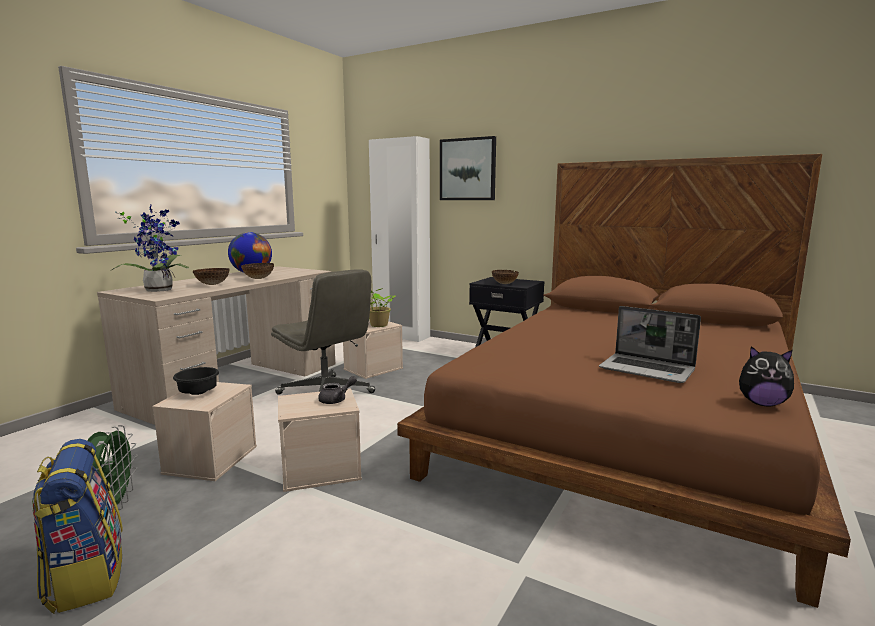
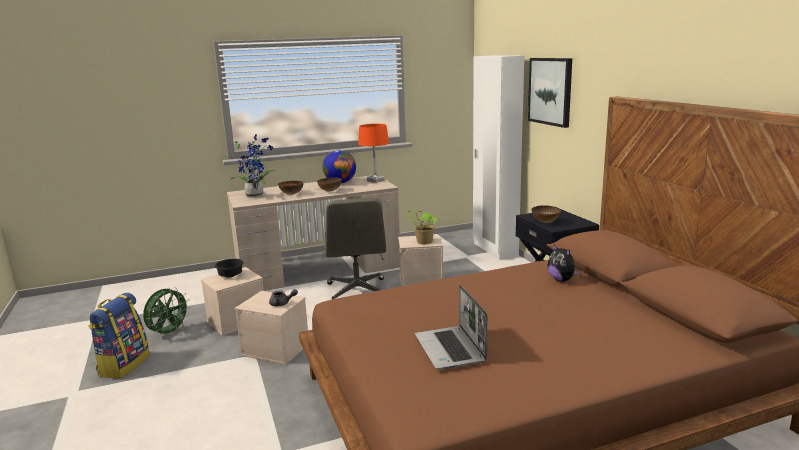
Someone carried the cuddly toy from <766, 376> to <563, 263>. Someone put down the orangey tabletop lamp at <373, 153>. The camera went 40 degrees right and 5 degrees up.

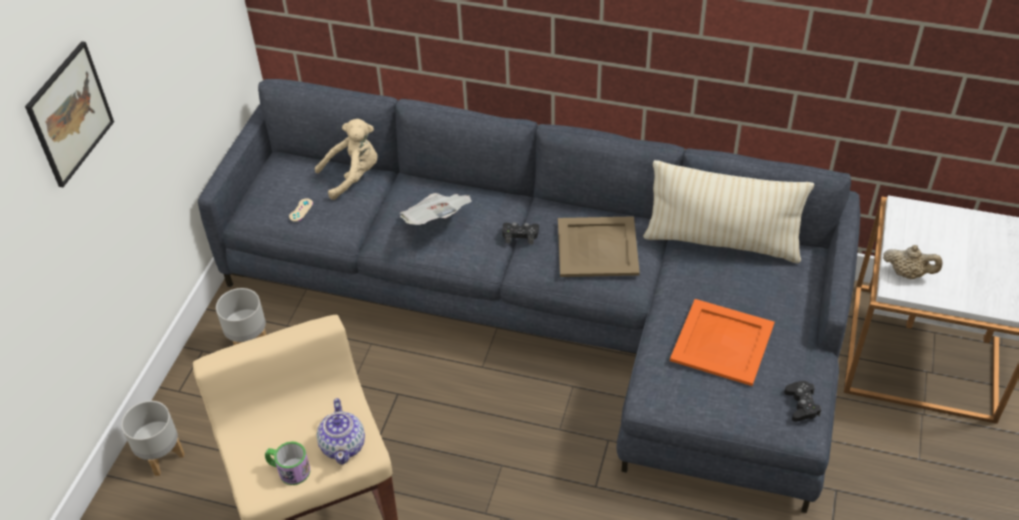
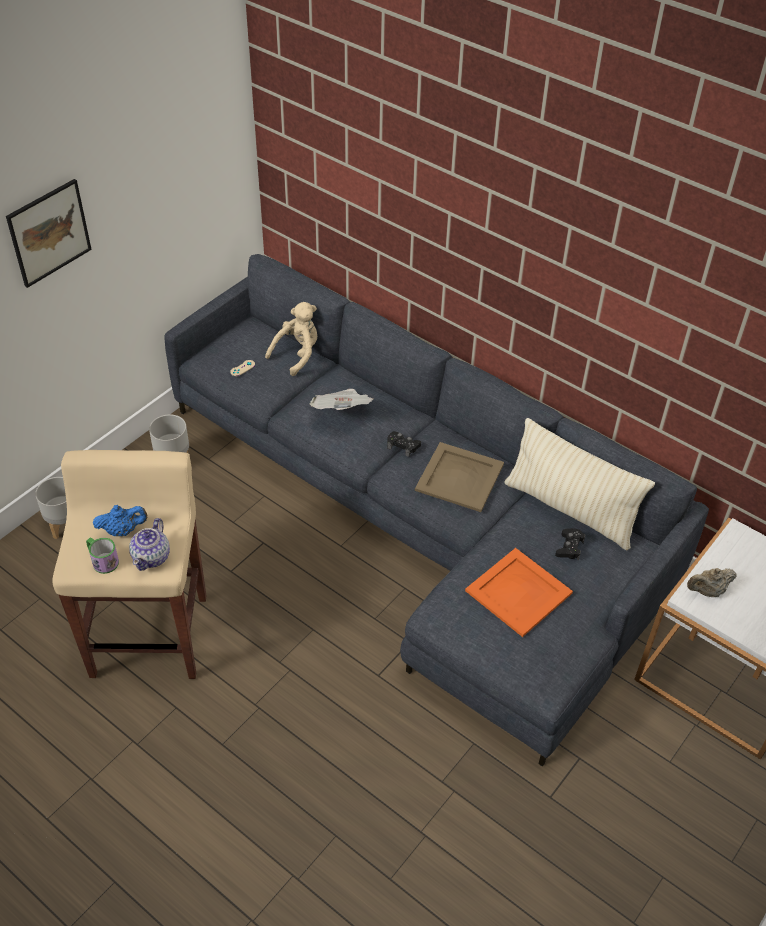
Someone rotated the beige-coloured cuddly toy at <346, 159> by 45 degrees counterclockwise. Someone rotated the beige-coloured tea pot at <912, 262> by 120 degrees clockwise. Someone carried the black-coloured gamepad from <802, 401> to <570, 544>. Someone put down the blue tea pot at <119, 520>. The camera went 20 degrees right and 0 degrees up.

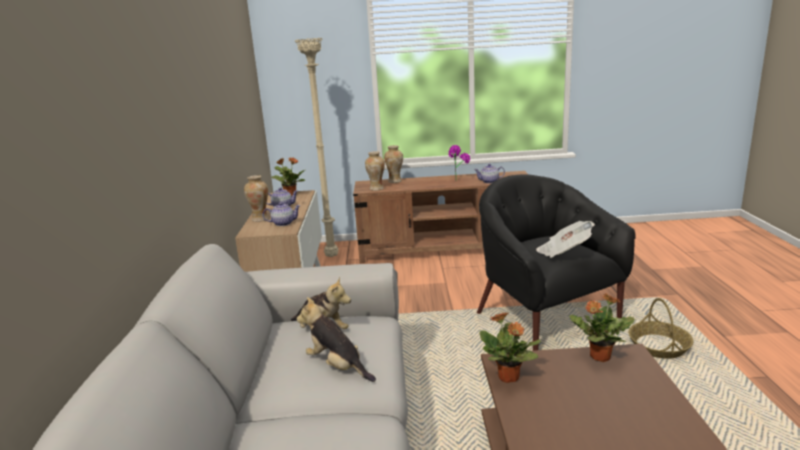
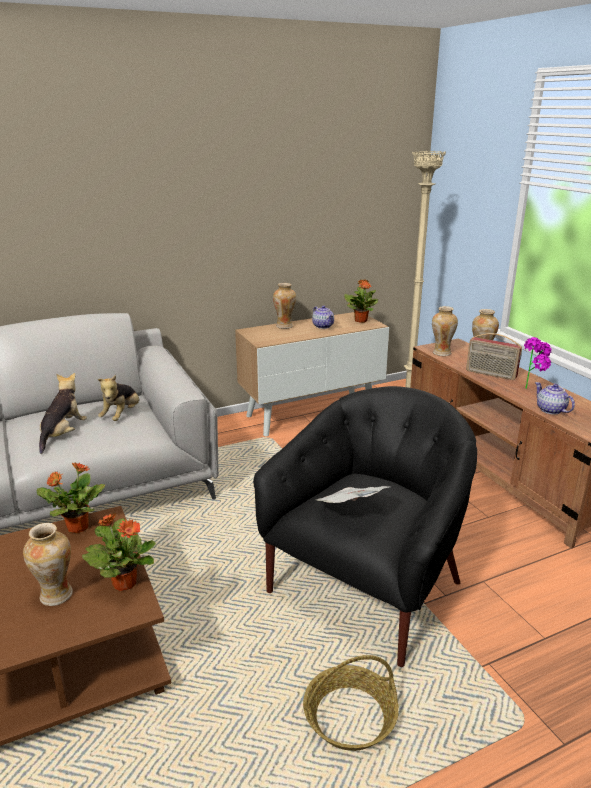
Someone took away the tea pot at <282, 214>. Someone put down the radio set at <494, 356>. Someone put down the flower vase at <48, 564>. The camera went 65 degrees right and 5 degrees up.

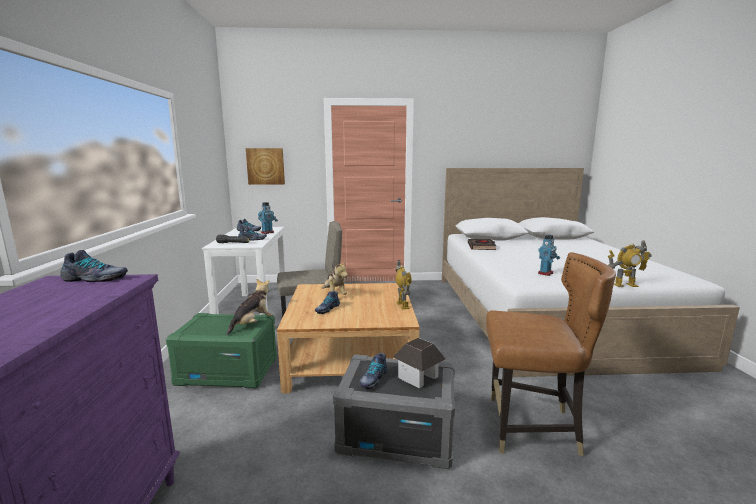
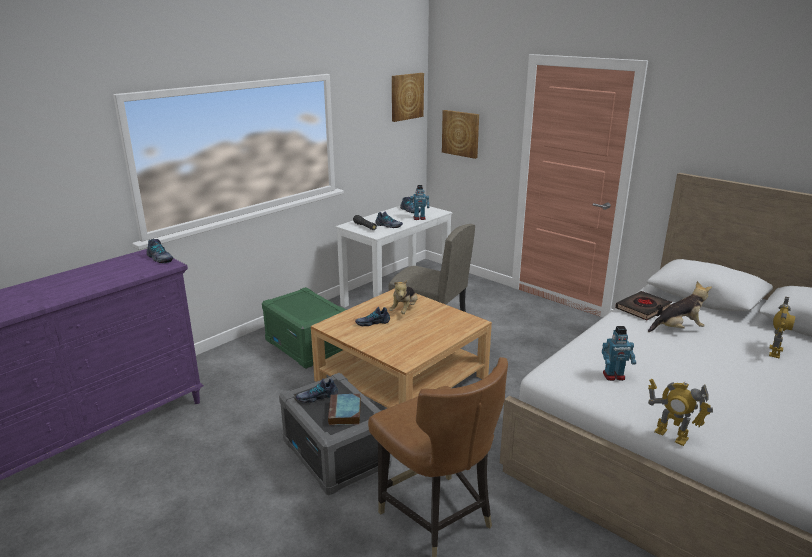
Someone carried the model robot from <403, 285> to <782, 328>. Someone carried the cuddly toy from <250, 307> to <680, 306>. Someone swapped the model house at <419, 363> for the book at <344, 409>. Someone put up the wall picture at <408, 97>. The camera went 45 degrees right and 10 degrees up.

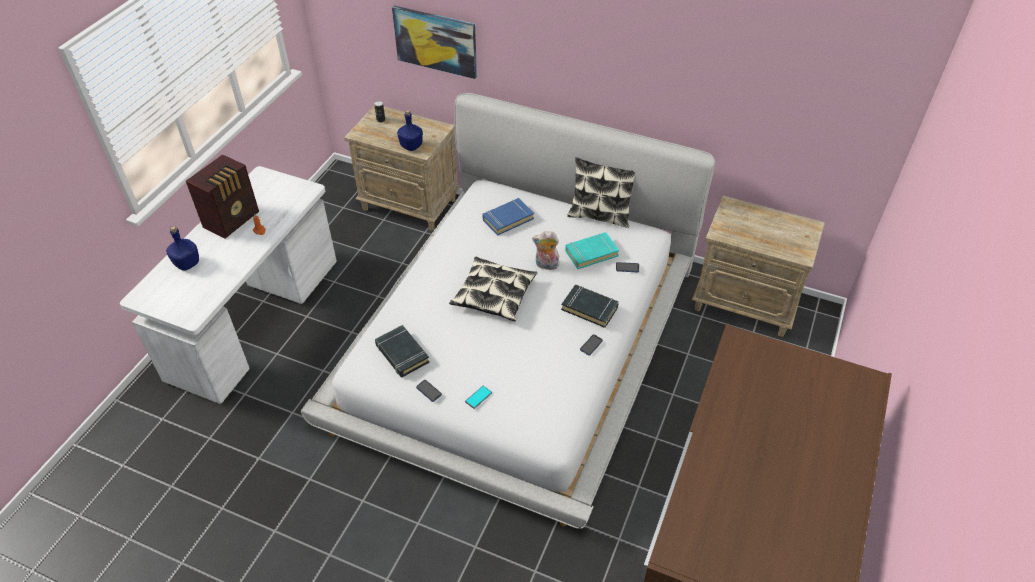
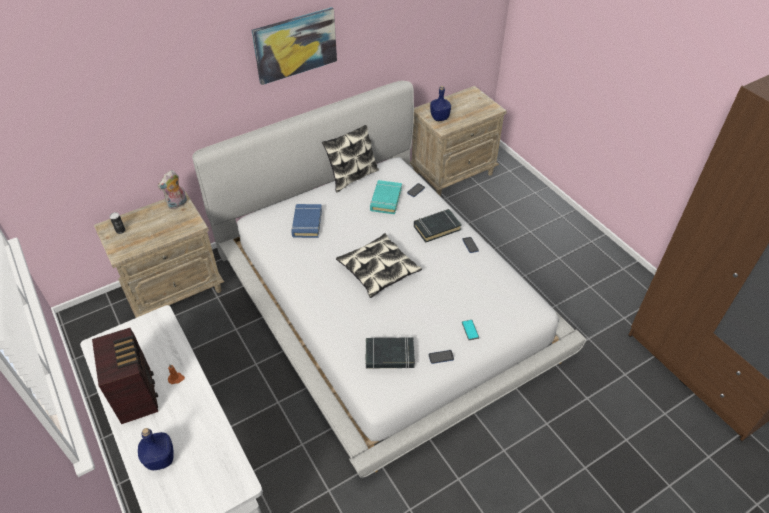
Someone carried the wall picture from <434, 42> to <294, 46>. Someone carried the blue bottle from <410, 130> to <440, 103>. Someone carried the cuddly toy from <545, 250> to <172, 189>. The camera went 55 degrees left and 0 degrees up.

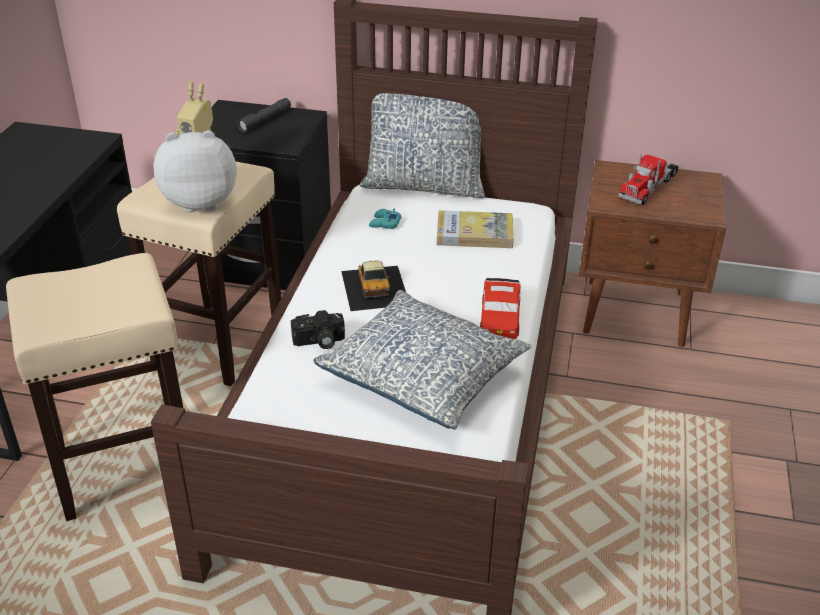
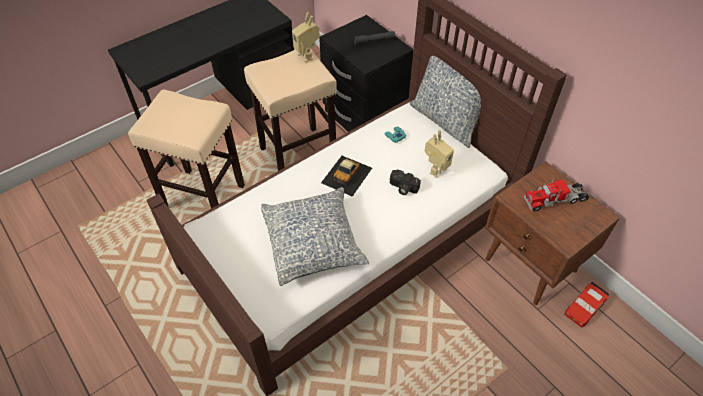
Someone took away the cuddly toy at <195, 171>. Someone swapped the book at <475, 229> for the model robot at <439, 154>. Someone carried the reddish model car from <500, 308> to <586, 305>. Someone carried the still camera from <318, 329> to <405, 182>. The camera went 40 degrees right and 15 degrees up.

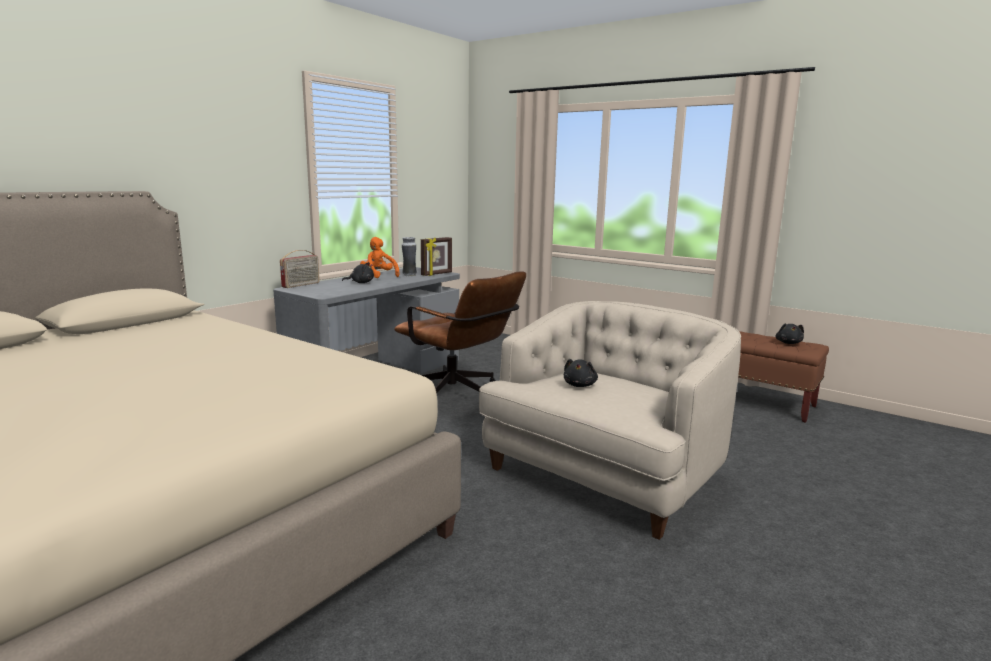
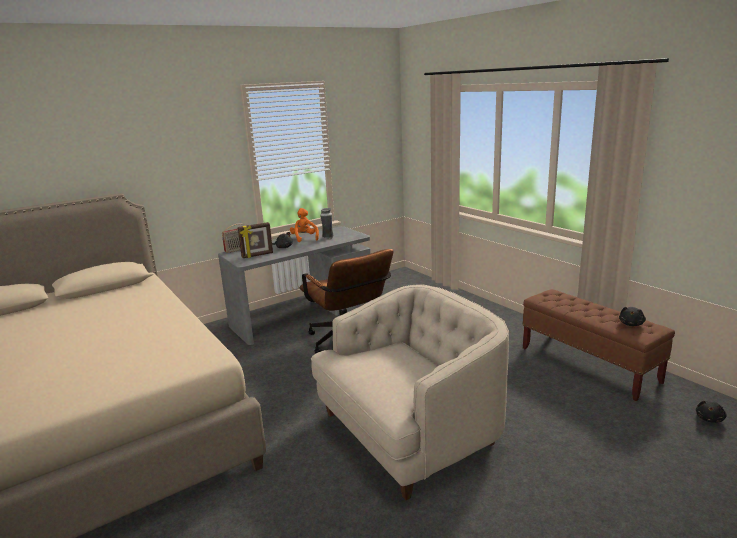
Someone carried the picture frame from <436, 256> to <255, 240>. Someone carried the black-coloured cuddly toy from <581, 373> to <711, 411>. The camera went 20 degrees right and 5 degrees up.

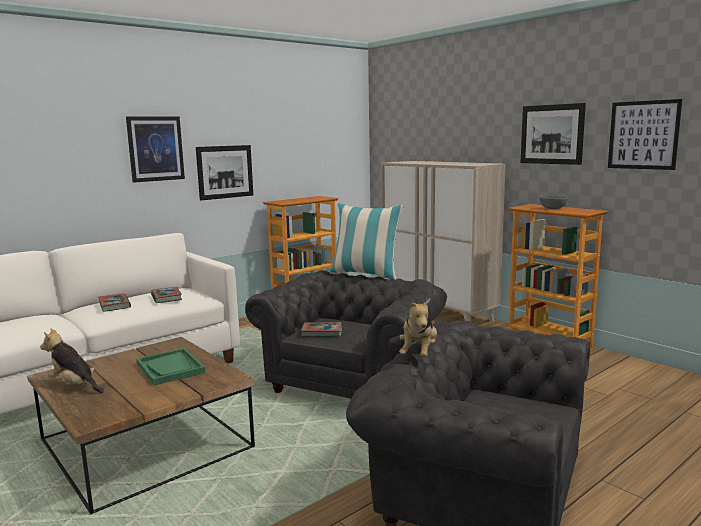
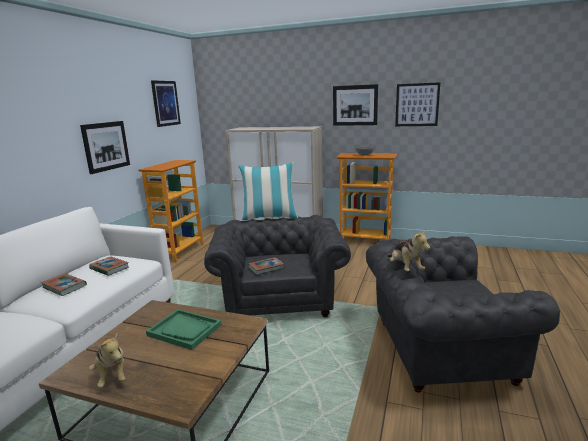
Someone carried the wall picture from <155, 149> to <166, 103>. Someone rotated the cuddly toy at <72, 360> by 120 degrees counterclockwise. The camera went 30 degrees left and 5 degrees up.

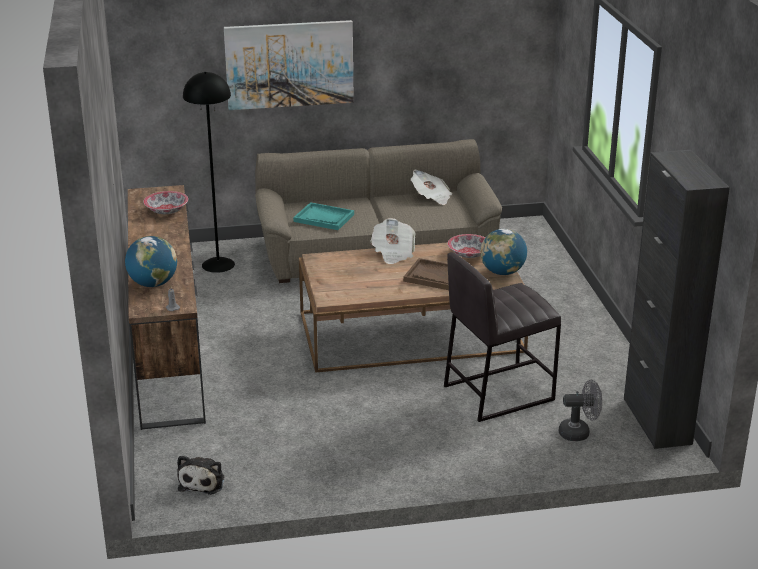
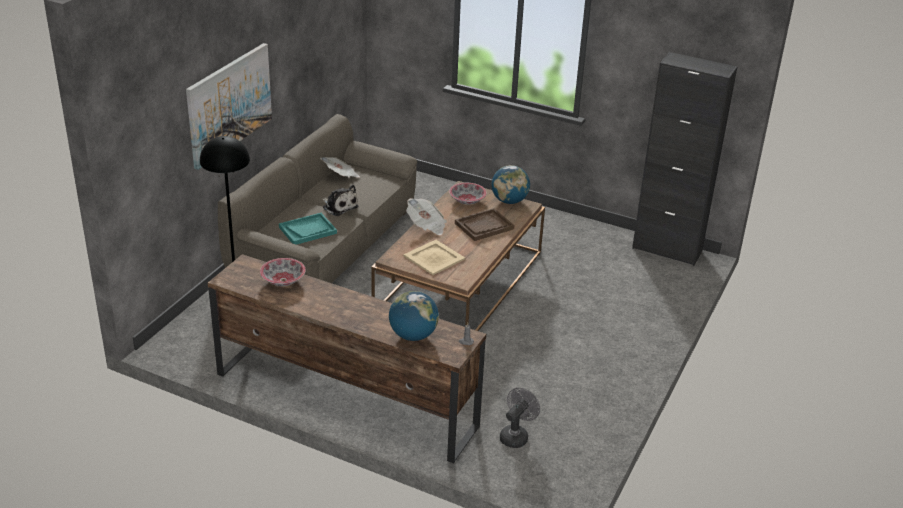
Someone took away the grey stool at <502, 337>. Someone carried the grey cooling fan from <580, 410> to <520, 418>. Someone carried the cuddly toy from <200, 475> to <340, 200>. Someone put down the beige-coloured tray at <434, 257>. The camera went 55 degrees left and 5 degrees up.

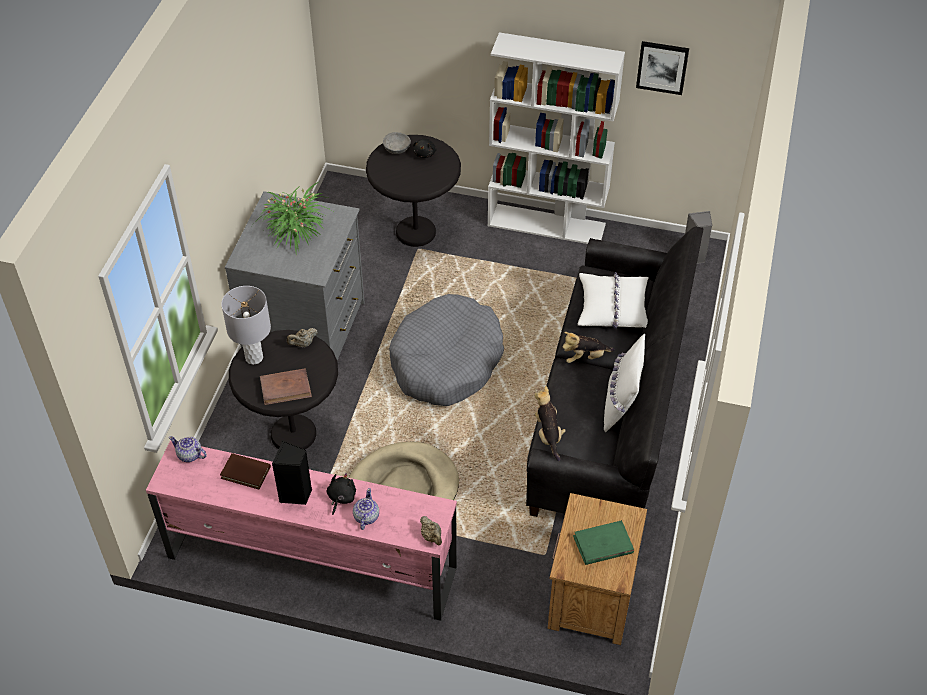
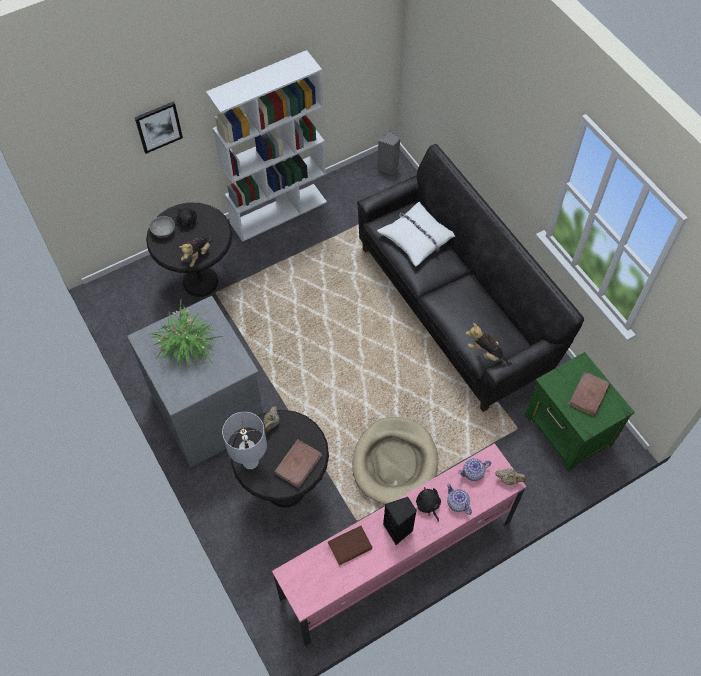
Someone carried the wall picture from <662, 68> to <159, 127>. Someone took away the grey dog cushion at <446, 350>. Someone carried the cuddly toy from <588, 347> to <195, 251>. Someone took away the white cushion at <624, 383>. Someone carried the tea pot from <188, 449> to <474, 469>. Someone repainted the brownish bedside table at <597, 569>, which became the green-coloured bedside table at <580, 412>. Someone repainted the green-coloured book at <603, 542>, which became the brownish book at <589, 393>. The camera went 45 degrees left and 10 degrees up.

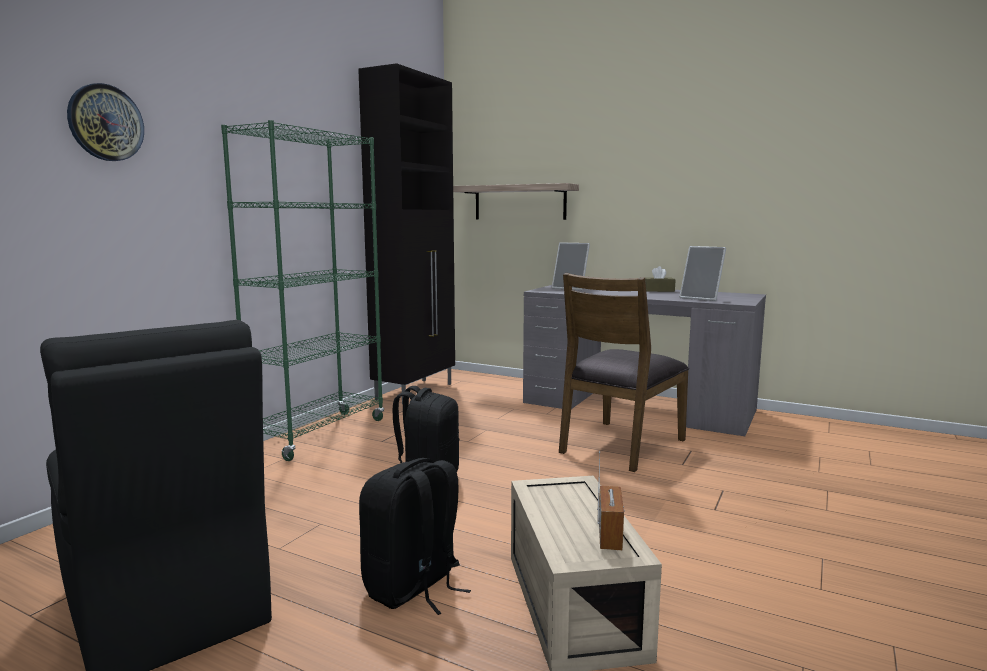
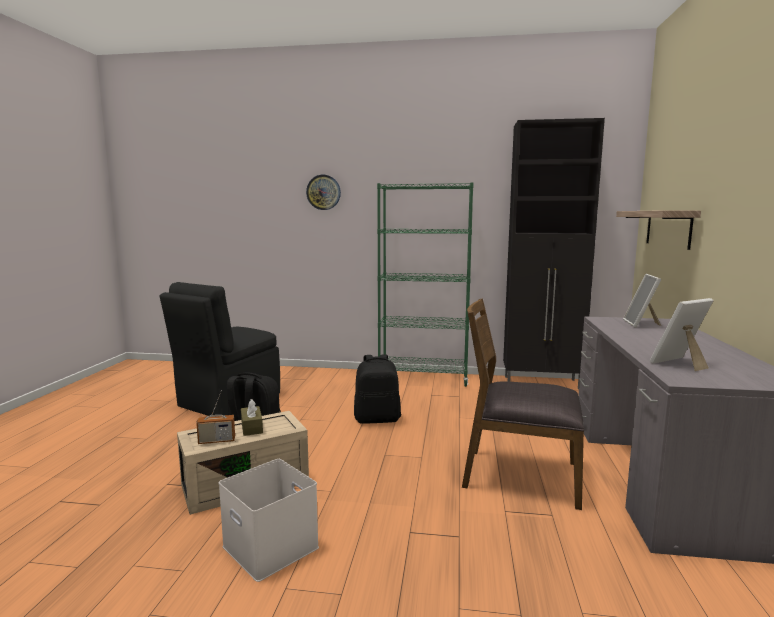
Someone rotated the picture frame at <702, 273> by 45 degrees clockwise. Someone carried the brownish tissue box from <660, 279> to <252, 417>. Someone put down the white storage box at <269, 520>. The camera went 70 degrees right and 0 degrees up.

